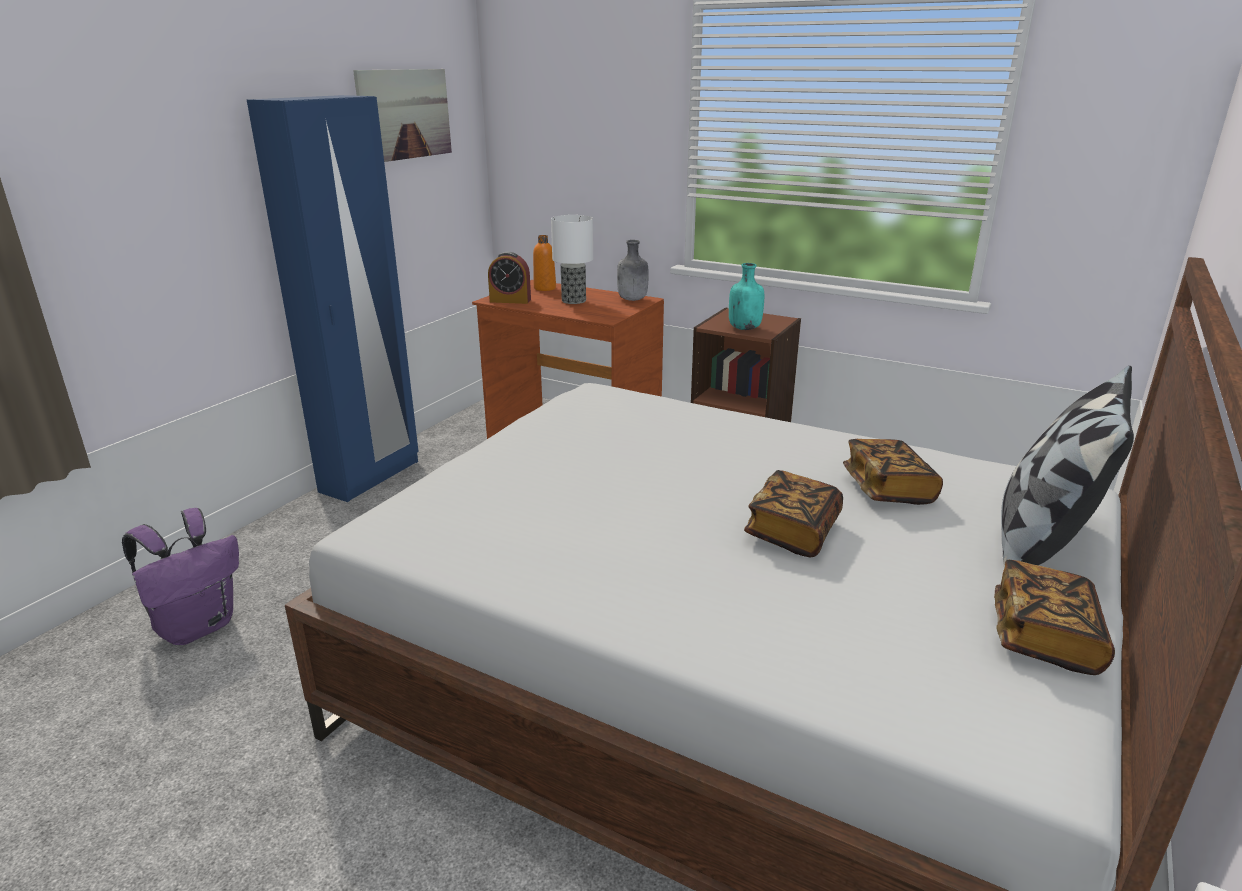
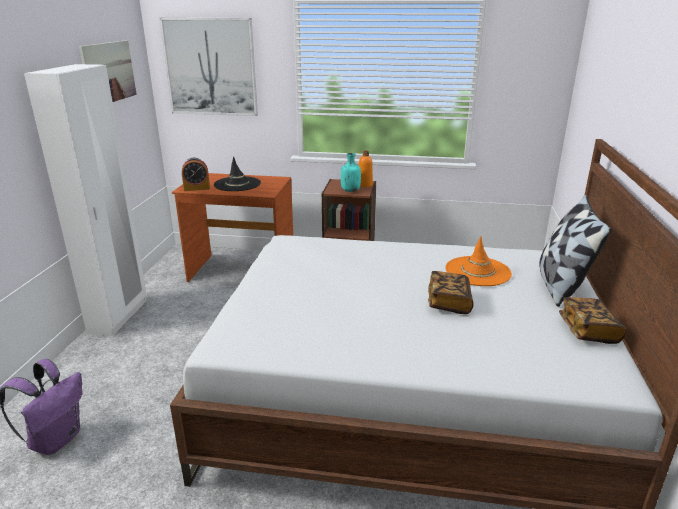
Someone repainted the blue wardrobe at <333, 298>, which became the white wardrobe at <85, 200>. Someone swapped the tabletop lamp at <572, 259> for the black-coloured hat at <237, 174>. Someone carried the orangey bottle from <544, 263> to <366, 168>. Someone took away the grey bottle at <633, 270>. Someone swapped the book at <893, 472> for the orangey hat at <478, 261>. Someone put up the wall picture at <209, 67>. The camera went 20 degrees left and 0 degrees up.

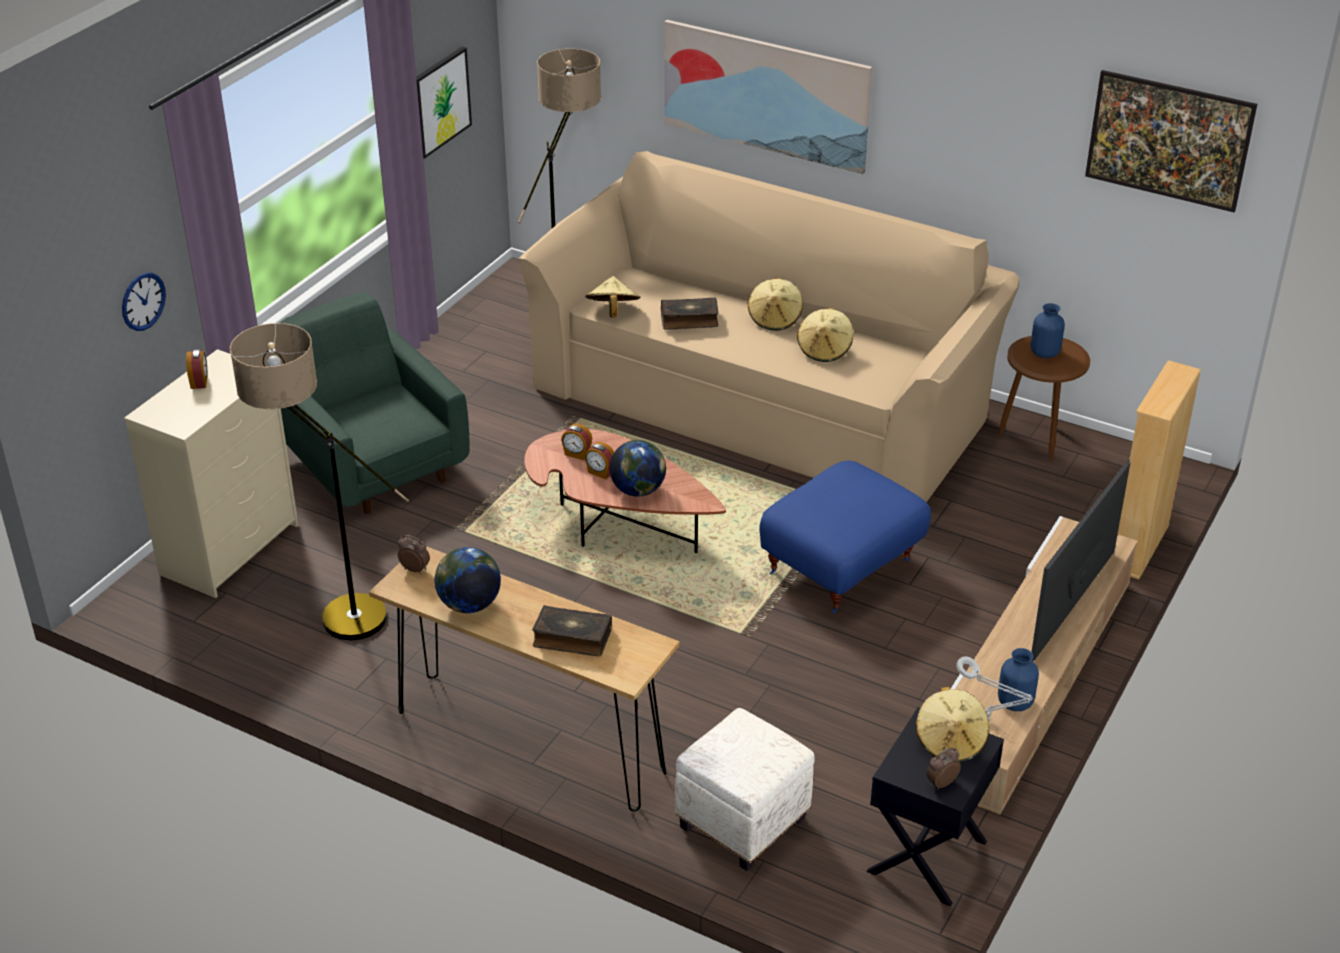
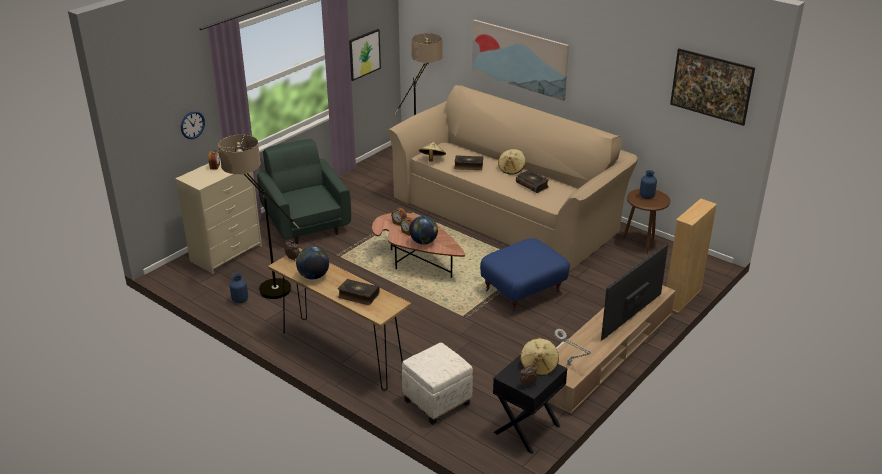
Someone swapped the beige-coloured hat at <825, 335> for the book at <532, 181>. Someone carried the blue flower vase from <1018, 679> to <239, 289>. The camera went 10 degrees right and 5 degrees down.

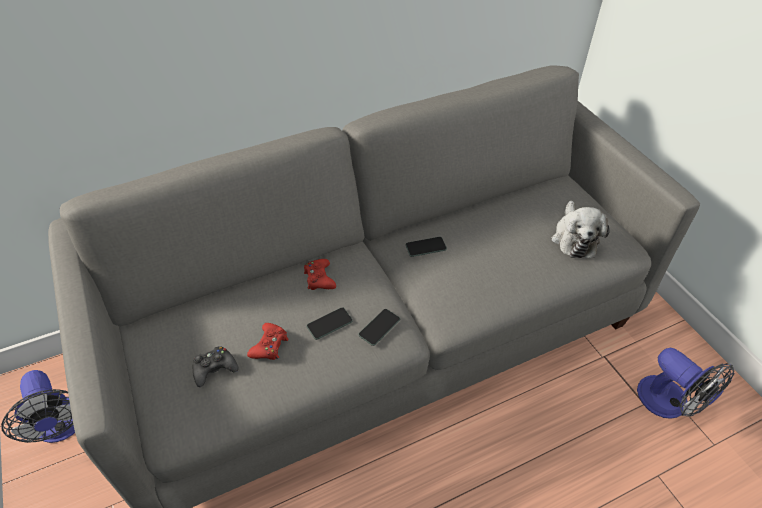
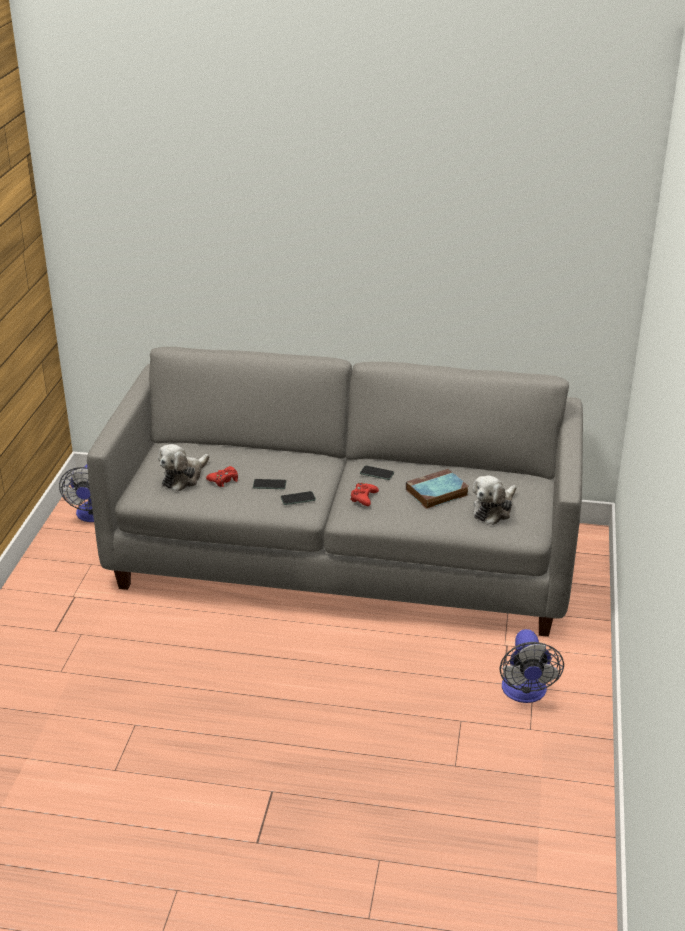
Someone carried the reddish gamepad from <320, 274> to <364, 494>. Someone swapped the black-coloured gamepad at <216, 366> for the cuddly toy at <183, 467>. Someone put down the book at <437, 489>. The camera went 35 degrees right and 15 degrees down.

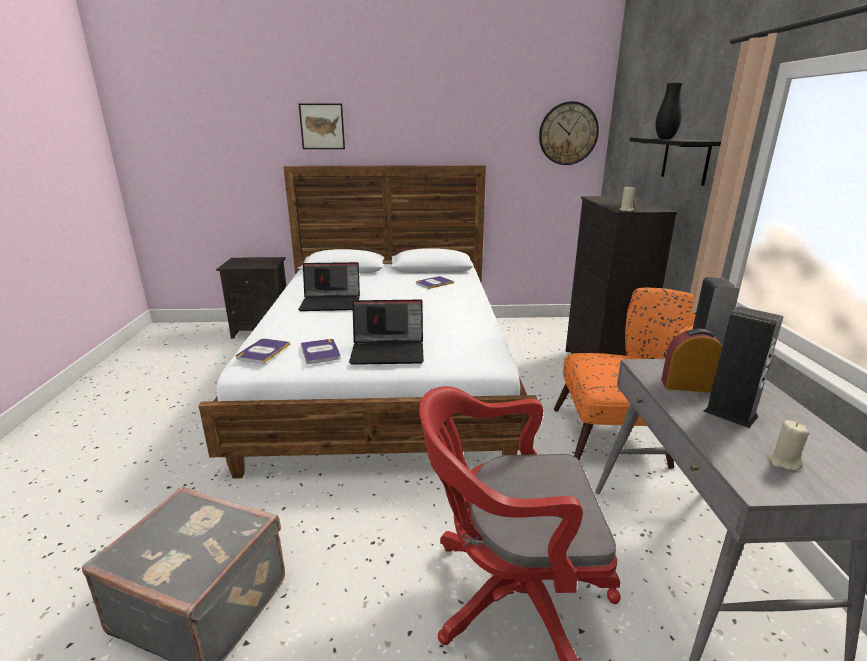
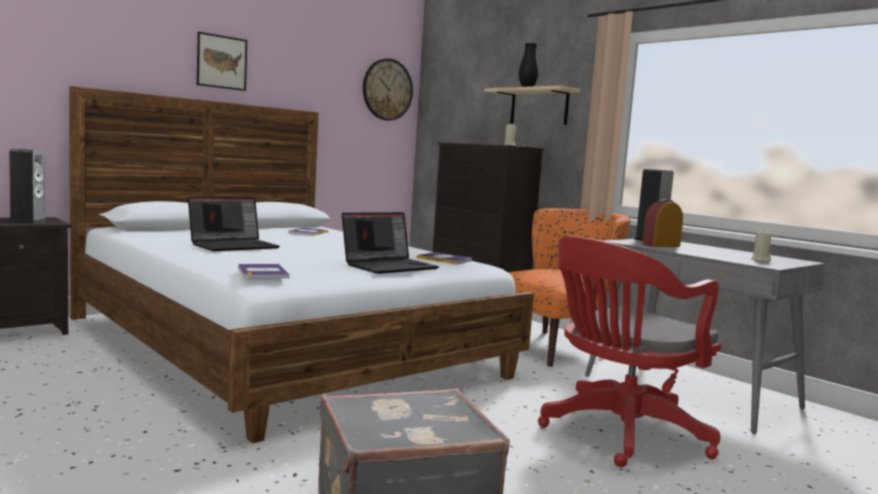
Someone carried the wall picture from <322, 126> to <222, 61>. Someone repainted the black-coloured bracket shelf at <675, 161>, which became the beige-coloured bracket shelf at <532, 105>. Someone carried the audio speaker from <743, 367> to <27, 186>. Someone carried the book from <321, 351> to <444, 258>. The camera went 40 degrees left and 15 degrees down.

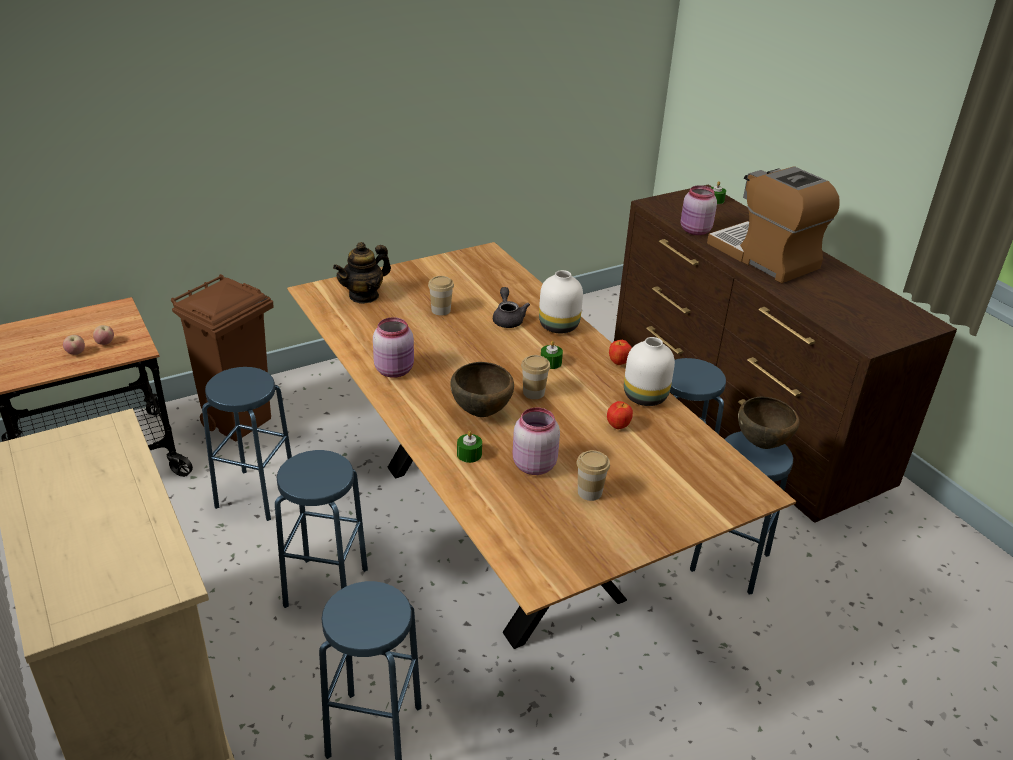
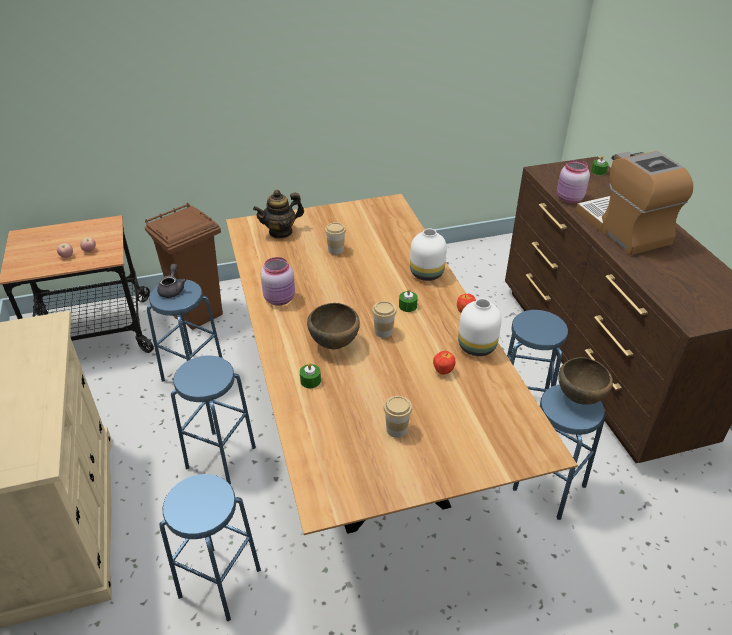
Someone carried the grey tea pot from <511, 307> to <171, 281>. Someone took away the pink jar at <536, 441>. The camera went 15 degrees right and 5 degrees up.

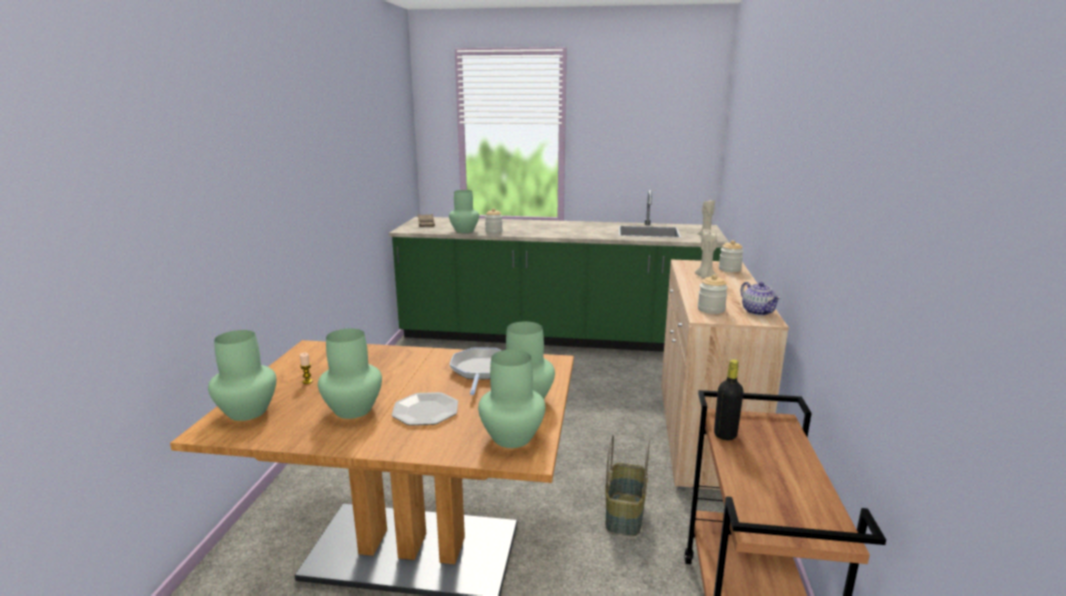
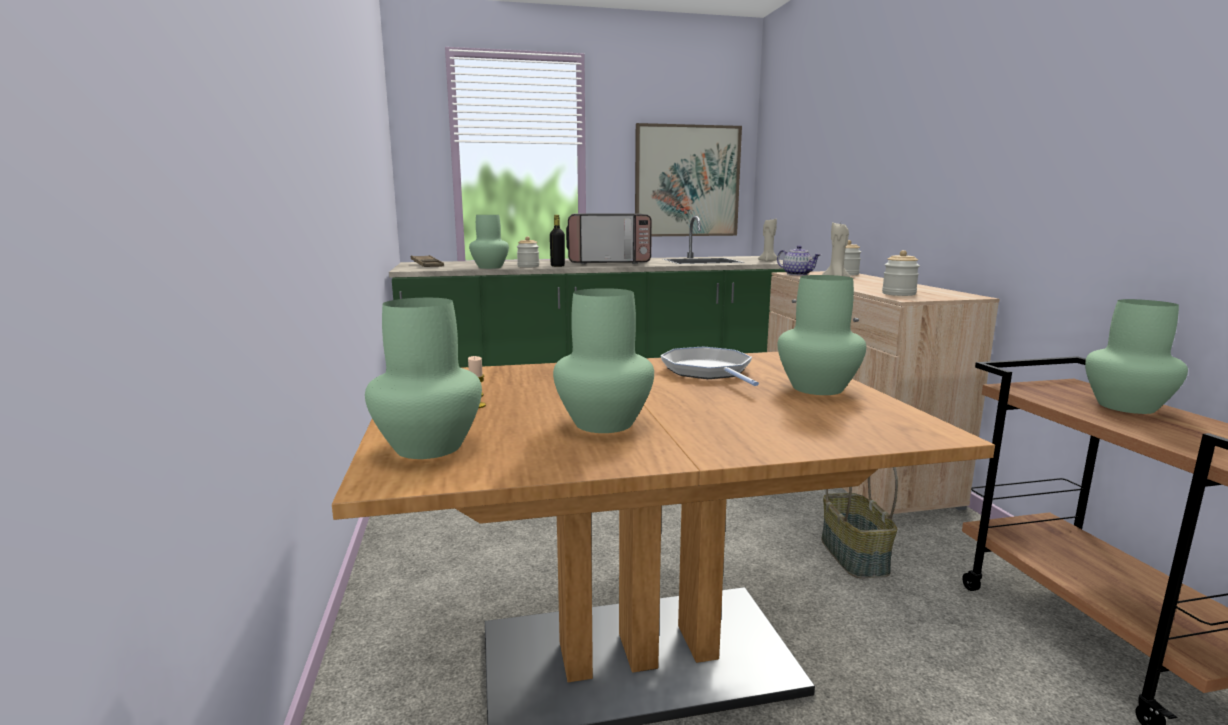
Someone carried the tea pot from <760, 299> to <799, 260>. Someone carried the green-coloured flower vase from <511, 399> to <1136, 356>. Someone carried the black-coloured bottle from <729, 399> to <557, 241>. Someone took away the dinner plate at <425, 409>. Someone put up the wall picture at <688, 179>. Someone put down the kitchen microwave at <609, 238>. The camera went 20 degrees left and 5 degrees down.

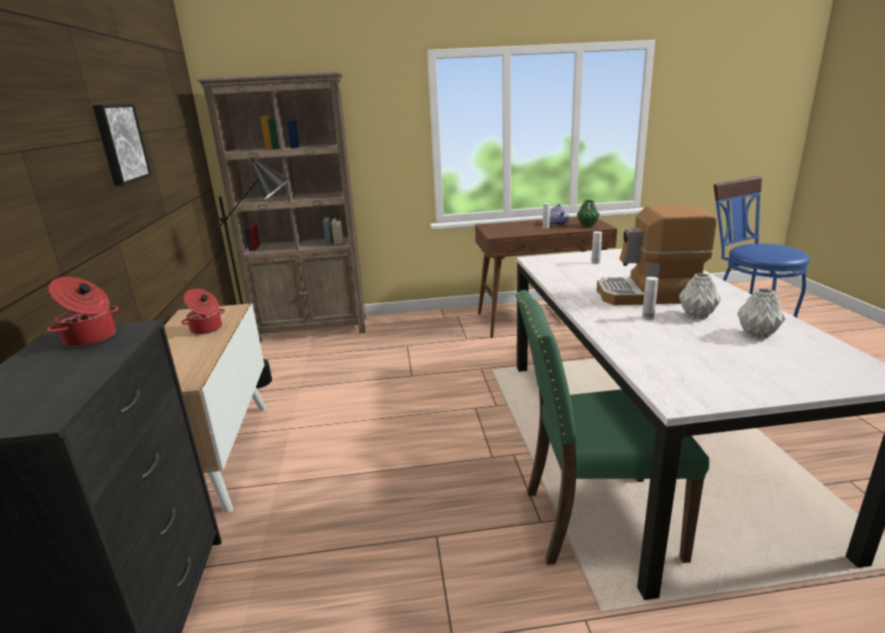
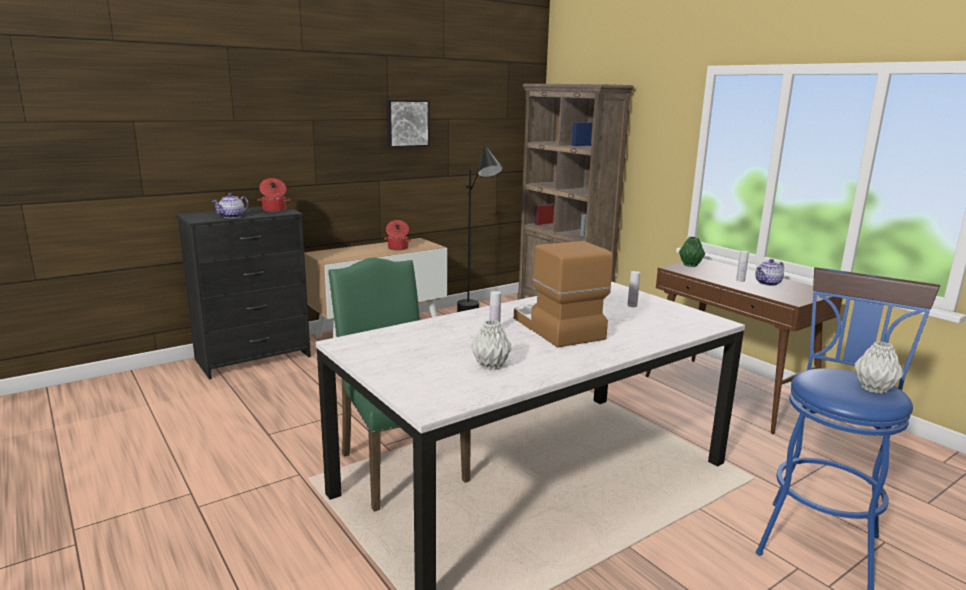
Someone carried the green-coloured flower vase from <588, 213> to <692, 252>. Someone carried the grey flower vase from <700, 296> to <879, 368>. Someone put down the tea pot at <230, 205>. The camera went 60 degrees right and 5 degrees down.

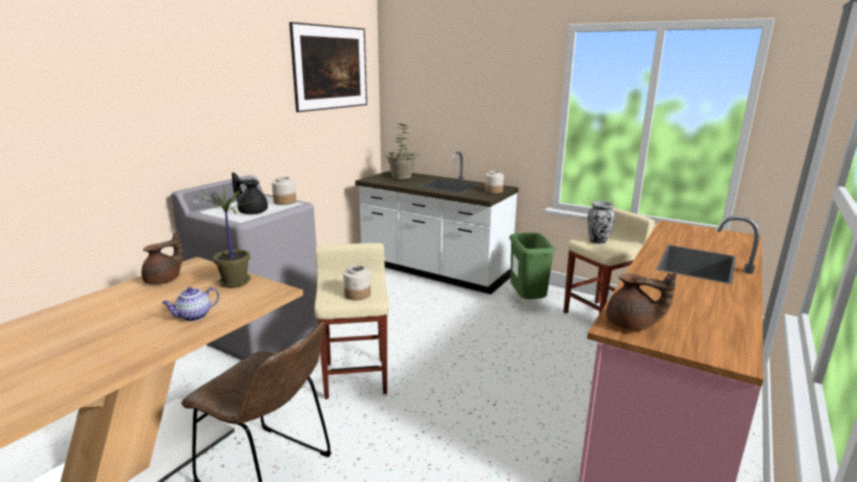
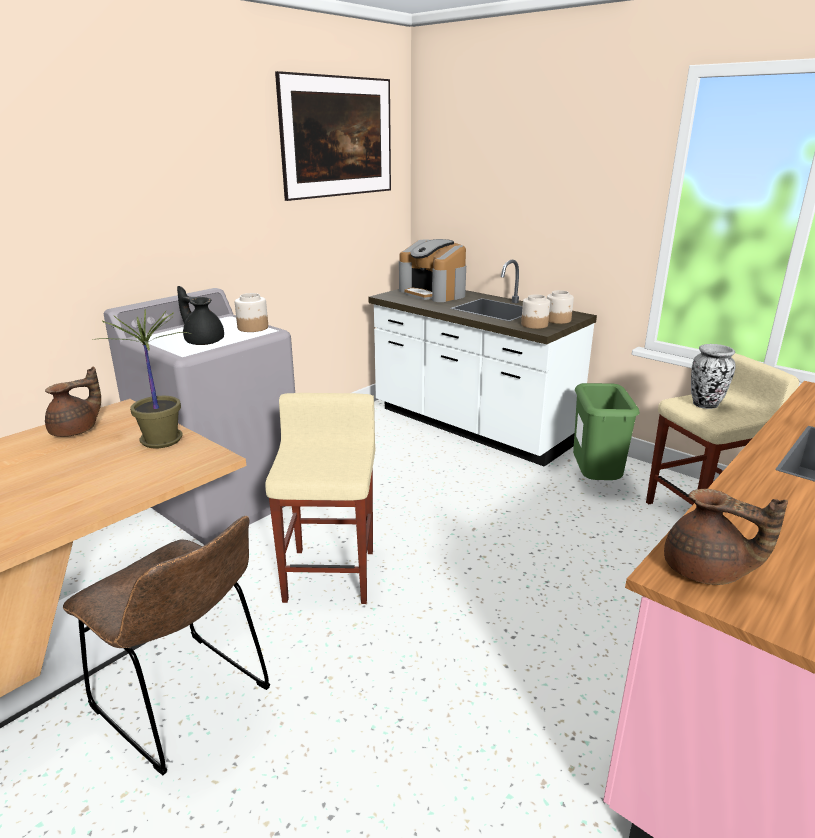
Someone swapped the houseplant at <401, 151> for the coffee brewer at <432, 270>. Someone carried the jar from <357, 282> to <535, 311>. Someone took away the tea pot at <191, 304>. The camera went 10 degrees right and 5 degrees up.

